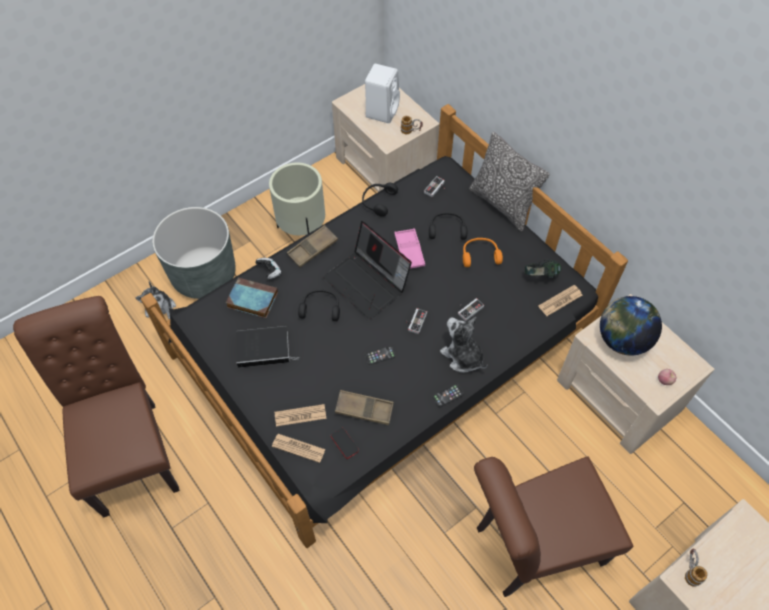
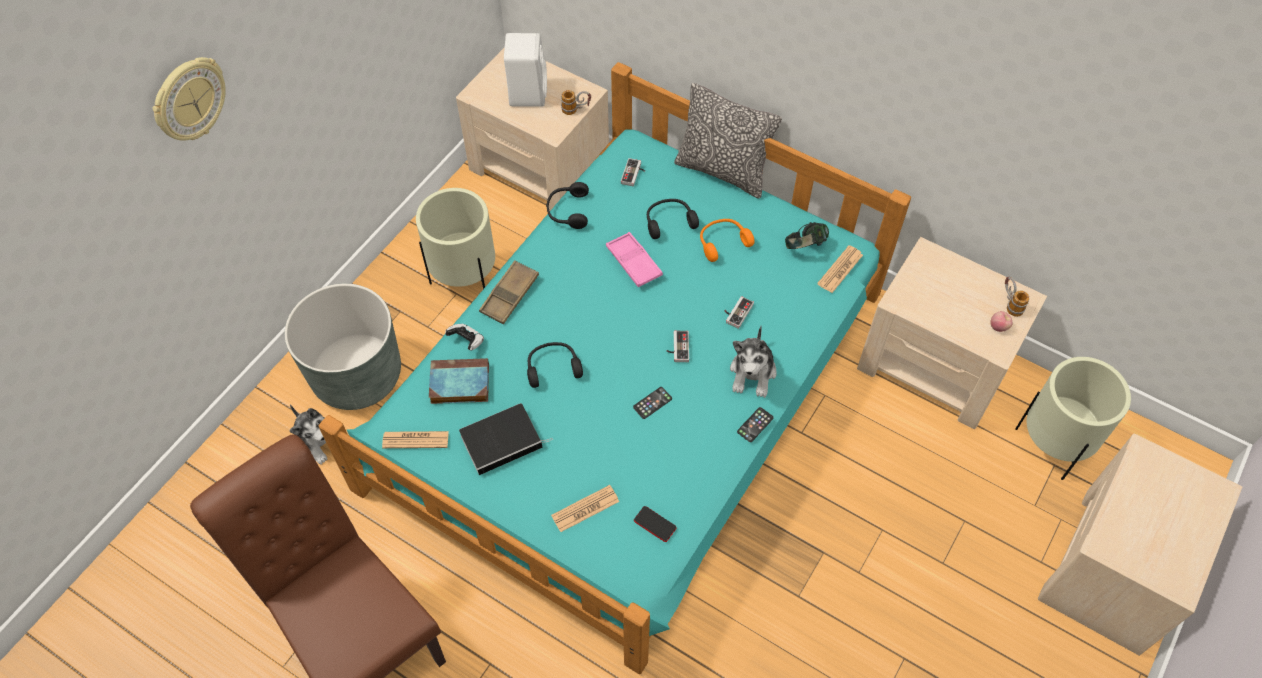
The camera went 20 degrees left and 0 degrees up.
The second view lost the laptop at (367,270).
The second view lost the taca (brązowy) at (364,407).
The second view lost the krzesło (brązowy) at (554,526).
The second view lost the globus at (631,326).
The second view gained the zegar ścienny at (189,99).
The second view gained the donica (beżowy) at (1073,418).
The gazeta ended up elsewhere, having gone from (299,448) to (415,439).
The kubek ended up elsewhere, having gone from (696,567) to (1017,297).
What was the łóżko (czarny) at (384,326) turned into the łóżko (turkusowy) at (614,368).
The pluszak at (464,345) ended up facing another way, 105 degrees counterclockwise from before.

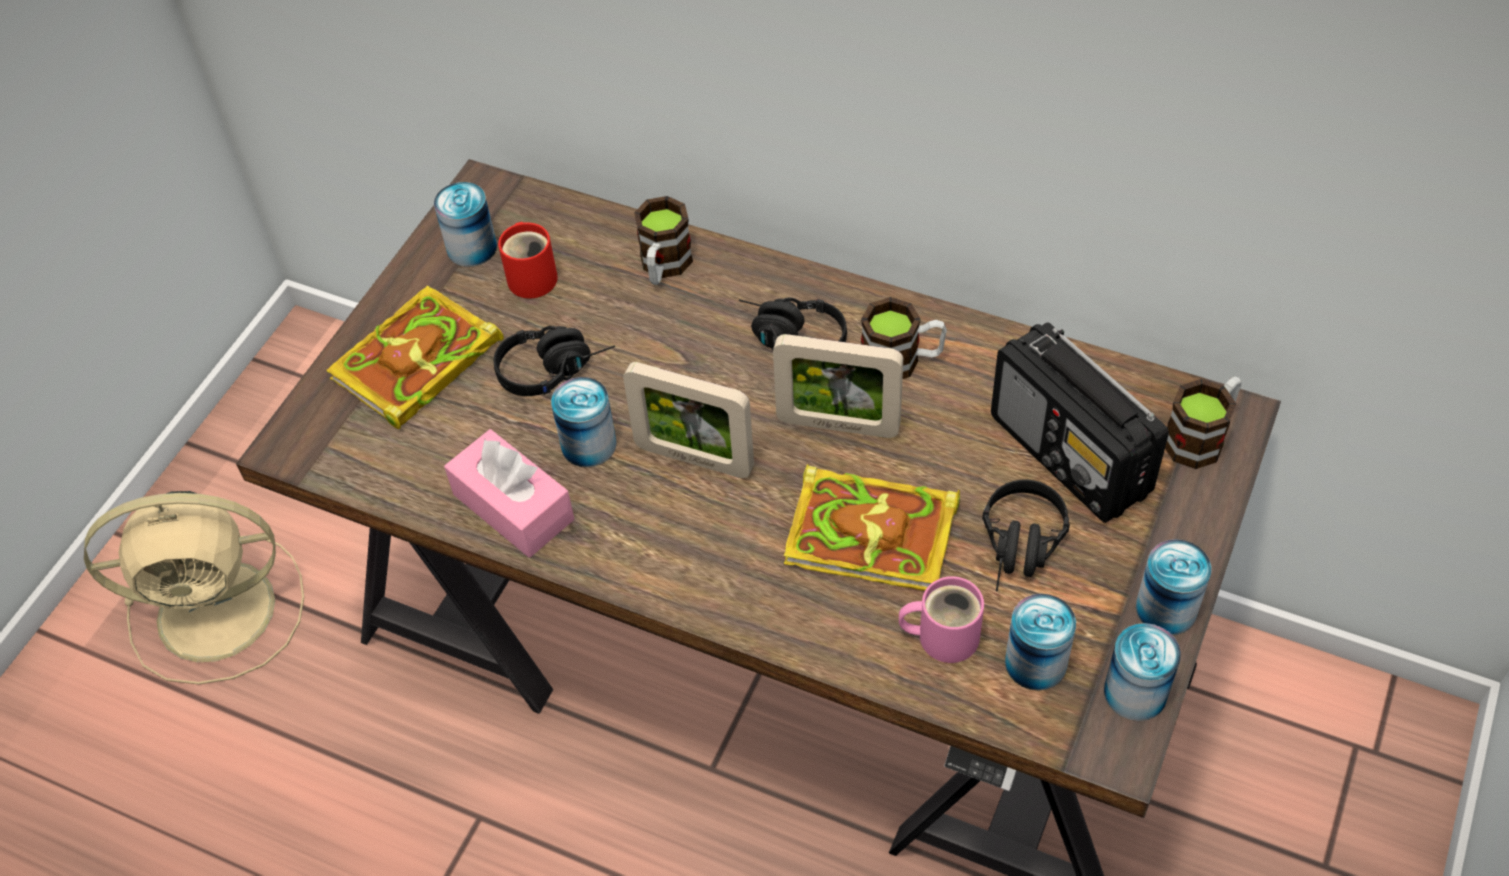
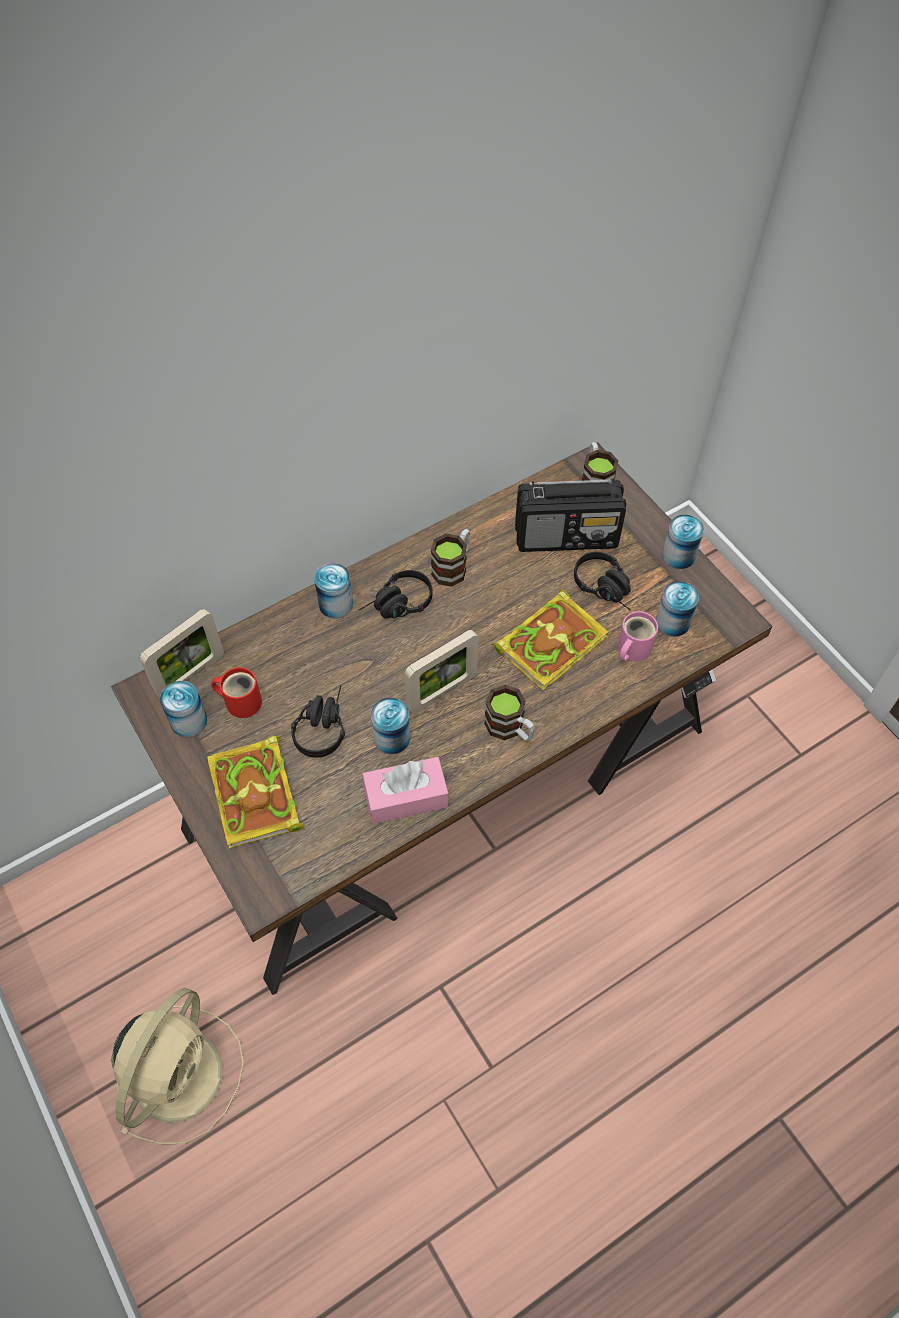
The camera went 60 degrees left and 5 degrees up.
The kubek ended up elsewhere, having gone from (663,240) to (509,713).
The ramka na zdjęcie ended up elsewhere, having gone from (838,386) to (182,653).
The puszka ended up elsewhere, having gone from (1142,672) to (333,590).

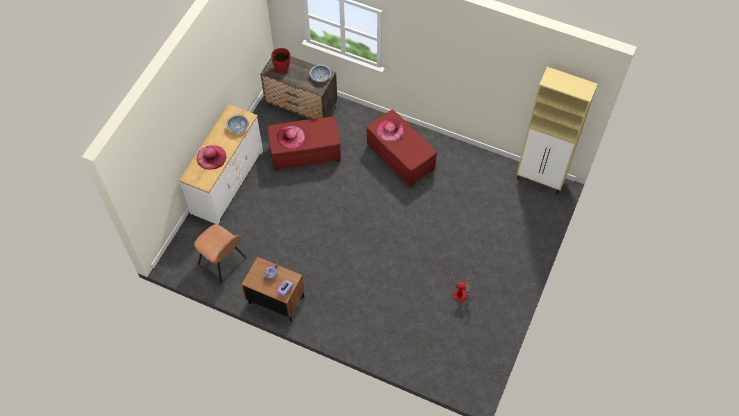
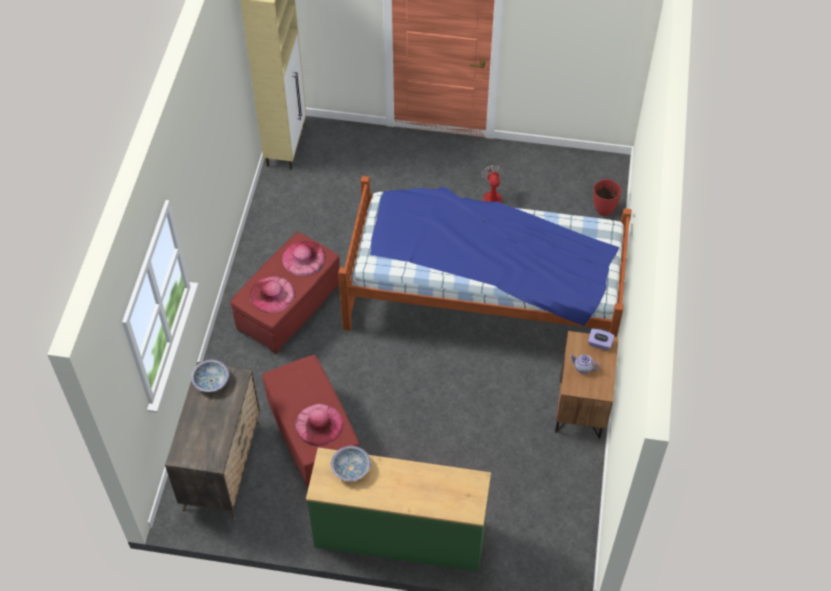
The camera went 105 degrees left and 5 degrees down.
The second view lost the krzesło (brązowy) at (220,253).
The second view gained the łóżko at (484,256).
The kapelusz (różowy) ended up elsewhere, having gone from (212,157) to (304,258).
The wazon (czerwony) ended up elsewhere, having gone from (280,60) to (607,197).
What was the komoda (biały) at (221,164) turned into the komoda (zielony) at (398,510).

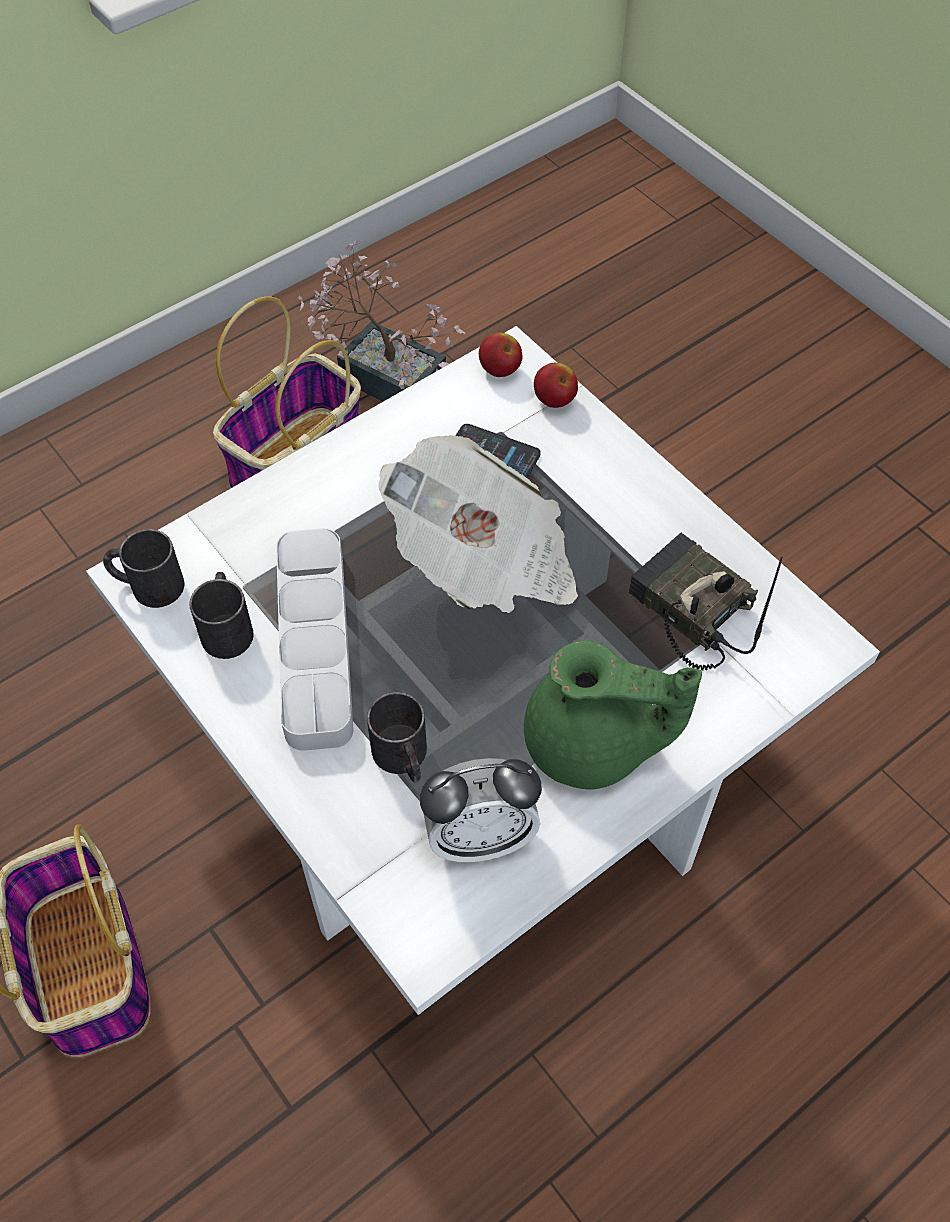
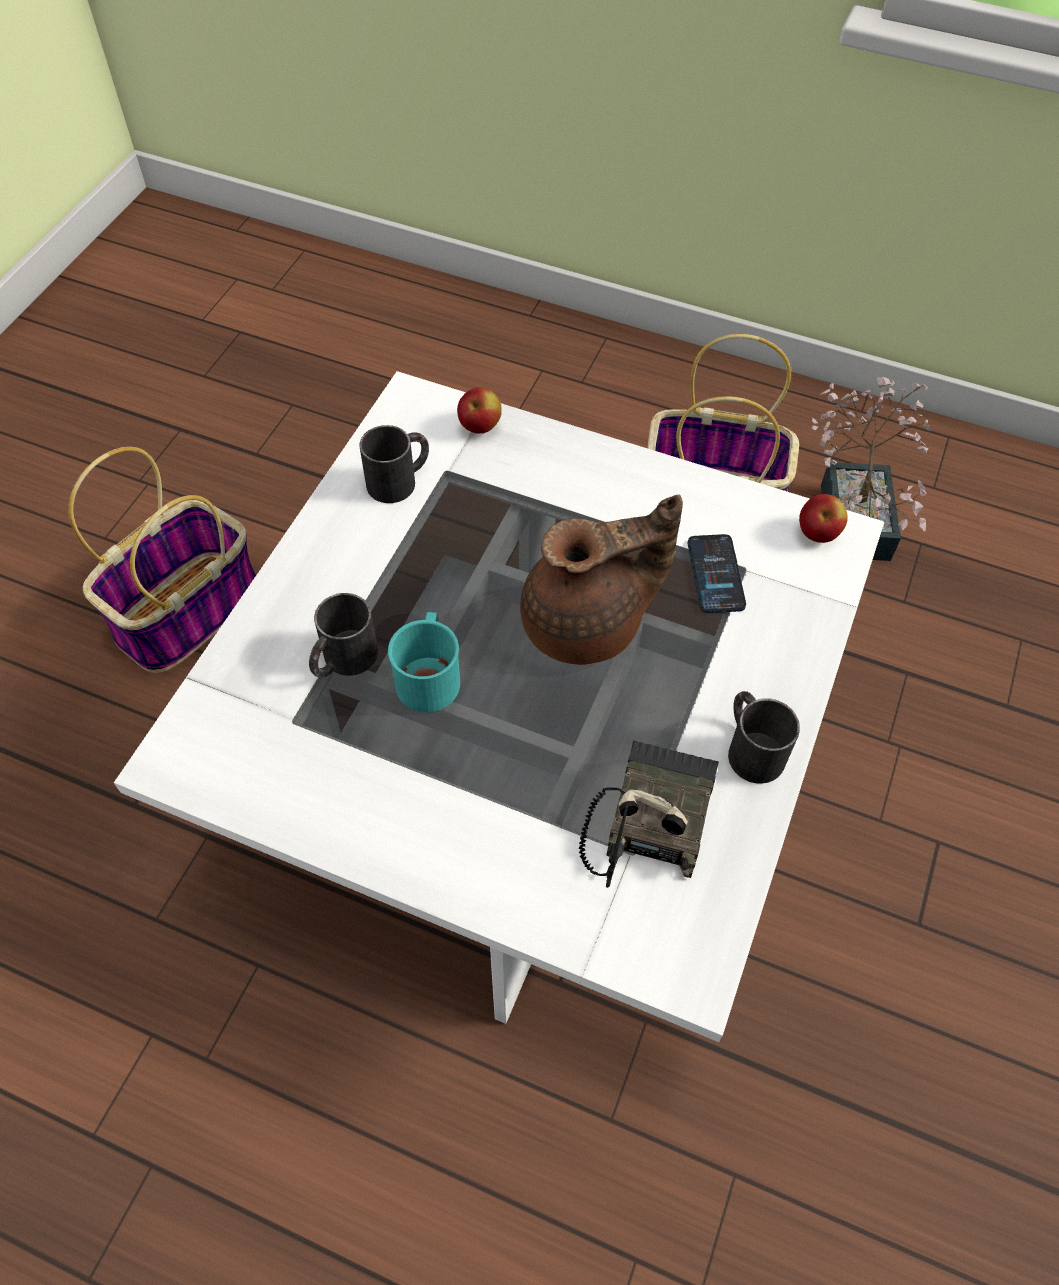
The camera went 60 degrees right and 0 degrees up.
The second view lost the taca (szary) at (314,639).
The second view lost the budzik at (481,810).
The second view lost the imbryk (zielony) at (613,715).
The second view gained the kubek (turkusowy) at (424,662).
The kubek (czarny) ended up elsewhere, having gone from (144,568) to (764,737).
The jabłko ended up elsewhere, having gone from (556,385) to (479,410).
Where the gazeta stood at (478,524), the imbryk (brązowy) came to stand at (601,580).

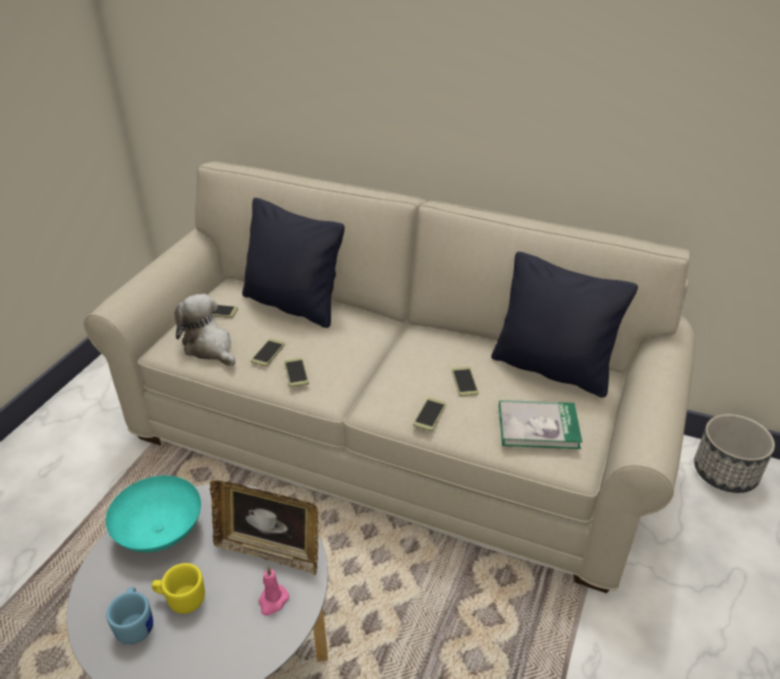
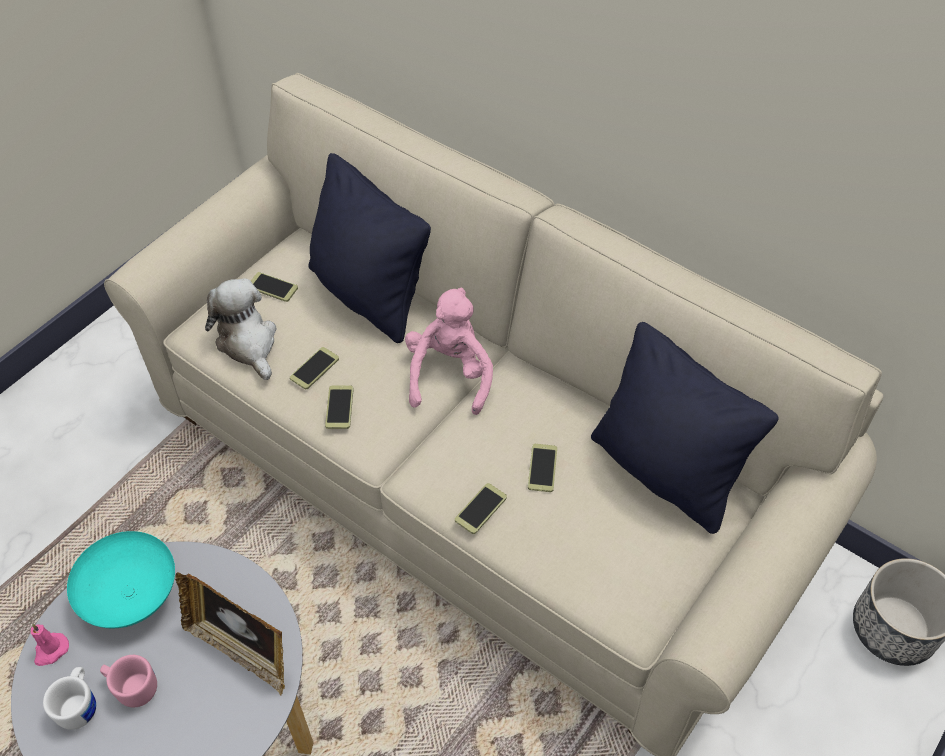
The camera went 15 degrees right and 15 degrees up.
The second view lost the książka at (540,424).
The second view gained the pluszak (różowy) at (449,351).
The świeca (różowy) ended up elsewhere, having gone from (273,591) to (50,645).
What was the kubek (niebieski) at (129,615) turned into the kubek (biały) at (69,698).
What was the kubek (żółty) at (178,588) turned into the kubek (różowy) at (128,681).

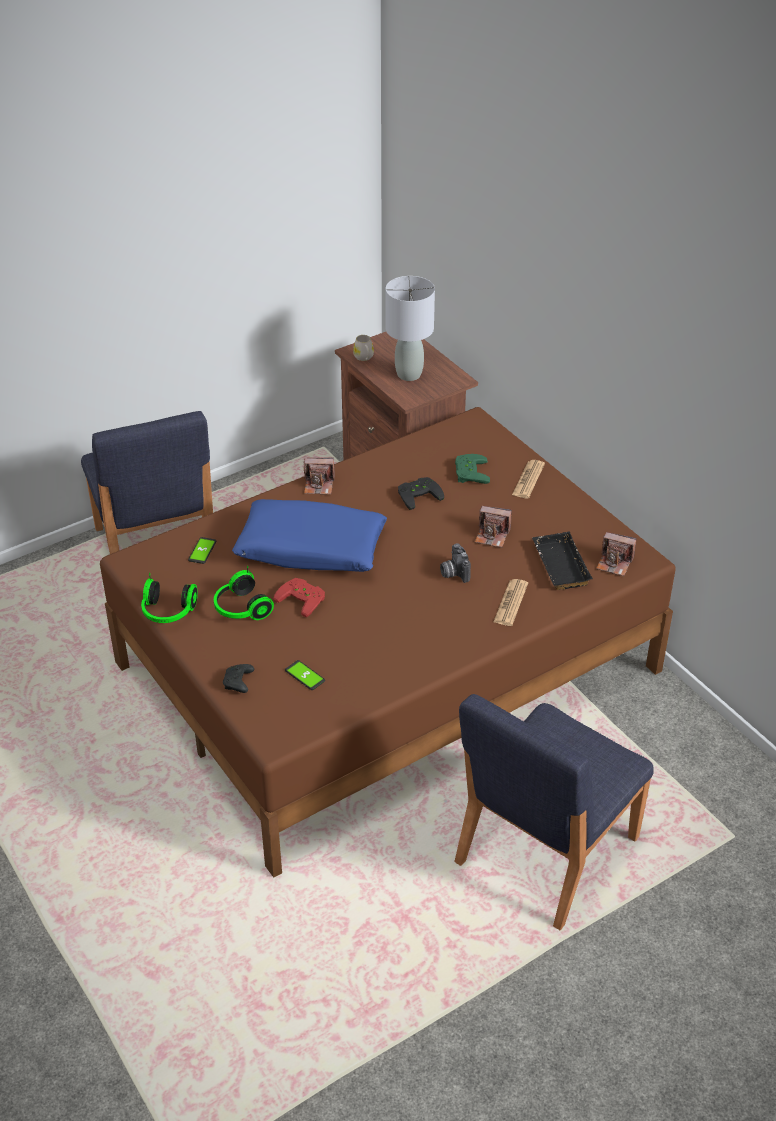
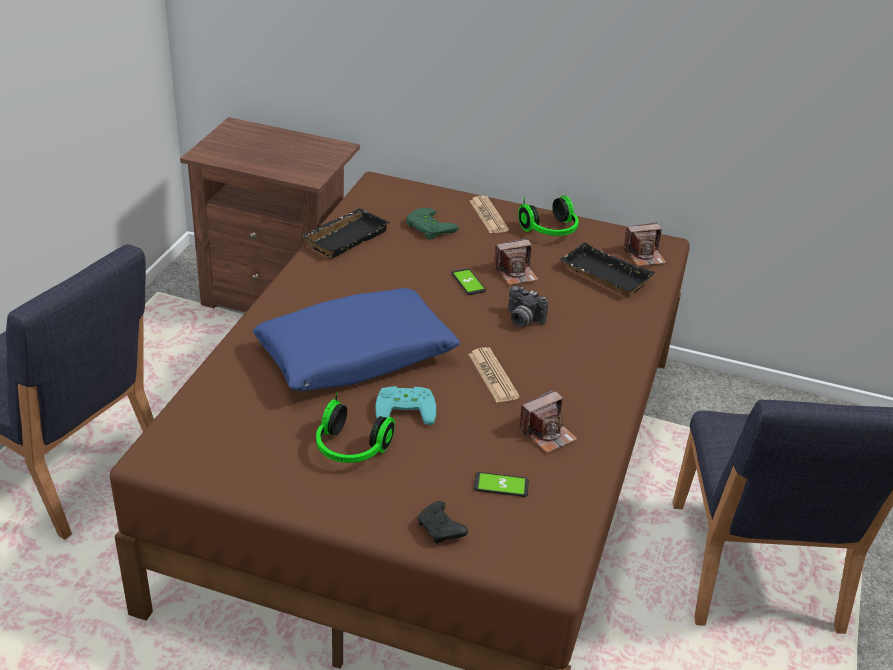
The camera went 40 degrees left and 5 degrees down.
The second view lost the kubek (biały) at (363,348).
The second view lost the lampa stołowa (szary) at (410,328).
The second view lost the pad do gier (czarny) at (421,493).
The second view gained the taca (czarny) at (345,233).
The słuchawki ended up elsewhere, having gone from (169,598) to (548,216).
The telefon ended up elsewhere, having gone from (202,550) to (469,281).
The aparat fotograficzny ended up elsewhere, having gone from (319,476) to (548,421).
The gazeta ended up elsewhere, having gone from (511,602) to (494,374).
What was the pad do gier (czerwony) at (299,597) turned into the pad do gier (turkusowy) at (405,405).

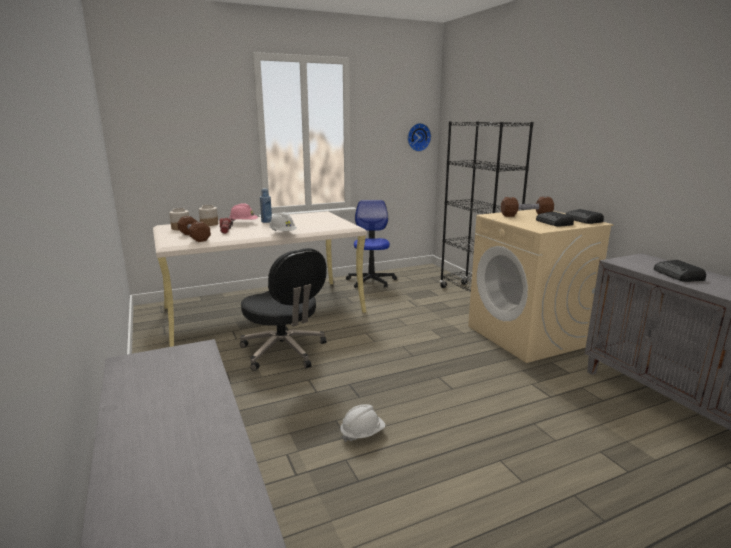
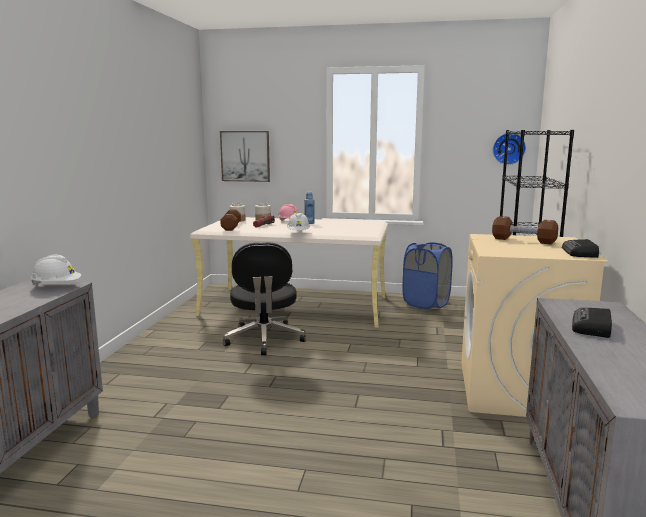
The camera went 35 degrees right and 5 degrees down.
The second view lost the radio at (555,218).
The second view gained the obraz at (245,156).
The kask (biały) ended up elsewhere, having gone from (363,423) to (56,270).
Where the krzesło biurowe stood at (371,244), the kosz na pranie (niebieski) came to stand at (427,275).

